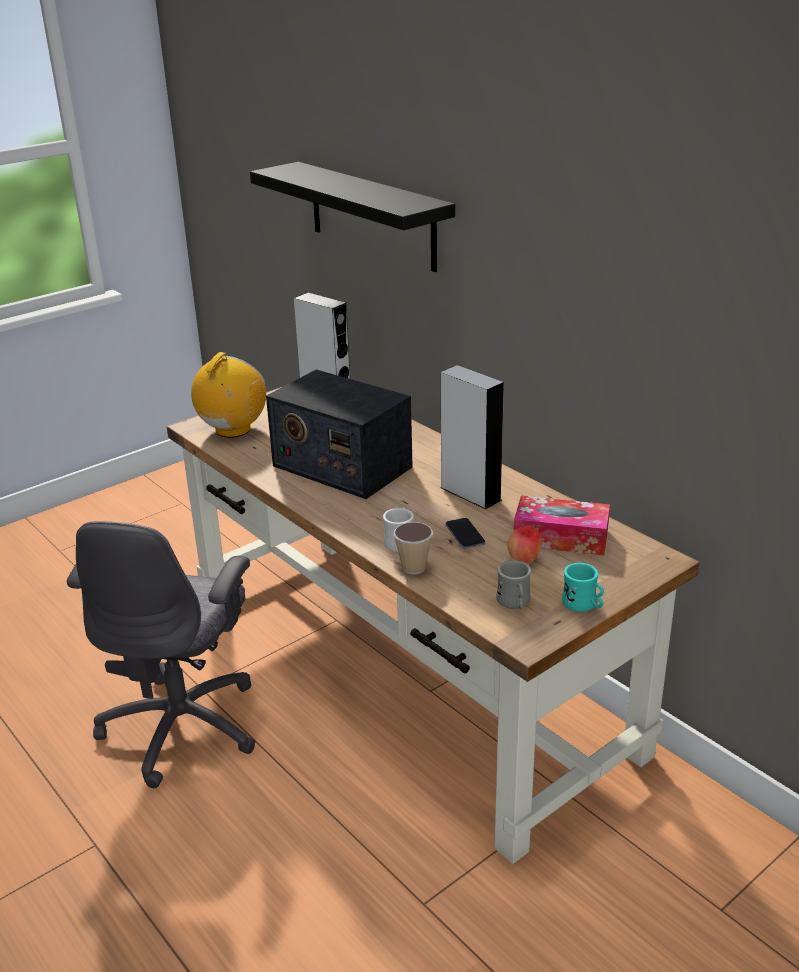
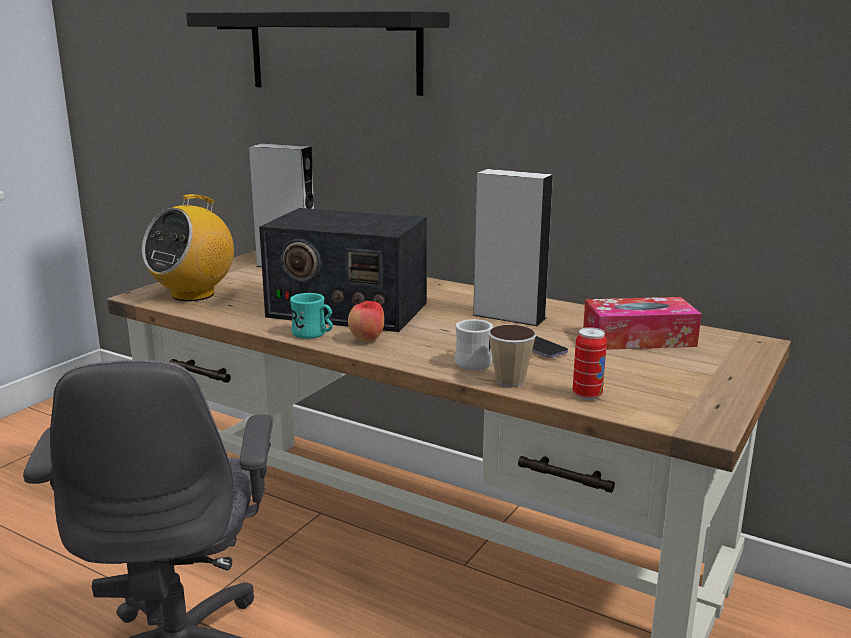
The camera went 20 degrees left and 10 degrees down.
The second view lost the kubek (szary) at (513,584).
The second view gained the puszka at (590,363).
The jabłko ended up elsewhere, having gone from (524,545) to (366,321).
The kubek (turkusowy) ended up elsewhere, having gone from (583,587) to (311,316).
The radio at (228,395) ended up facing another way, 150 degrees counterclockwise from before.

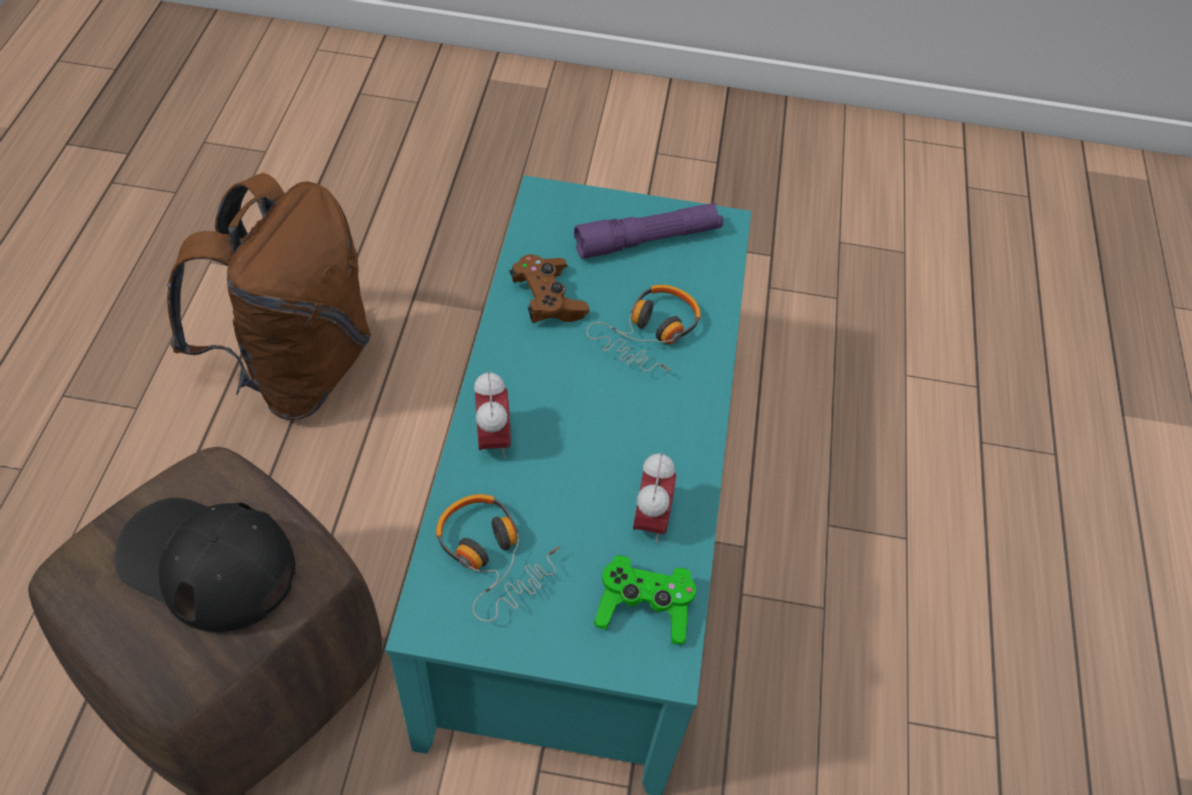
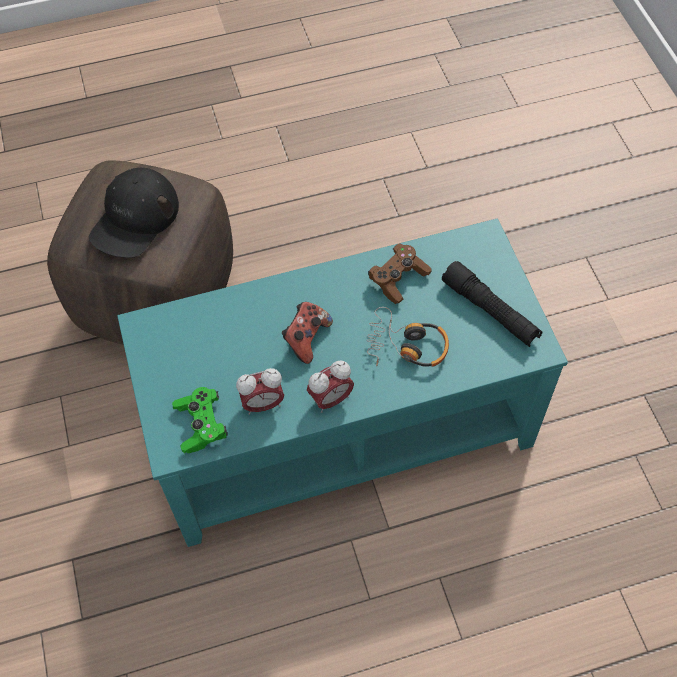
The camera went 70 degrees right and 5 degrees up.
The second view lost the plecak (brązowy) at (269,296).
The second view lost the słuchawki at (498,558).
The second view gained the pad do gier at (307,333).
The budzik ended up elsewhere, having gone from (492,415) to (330,387).
What was the latarka (fioletowy) at (648,231) turned into the latarka (czarny) at (492,304).
The czapka z daszkiem (czarny) at (204,565) ended up facing another way, 150 degrees counterclockwise from before.

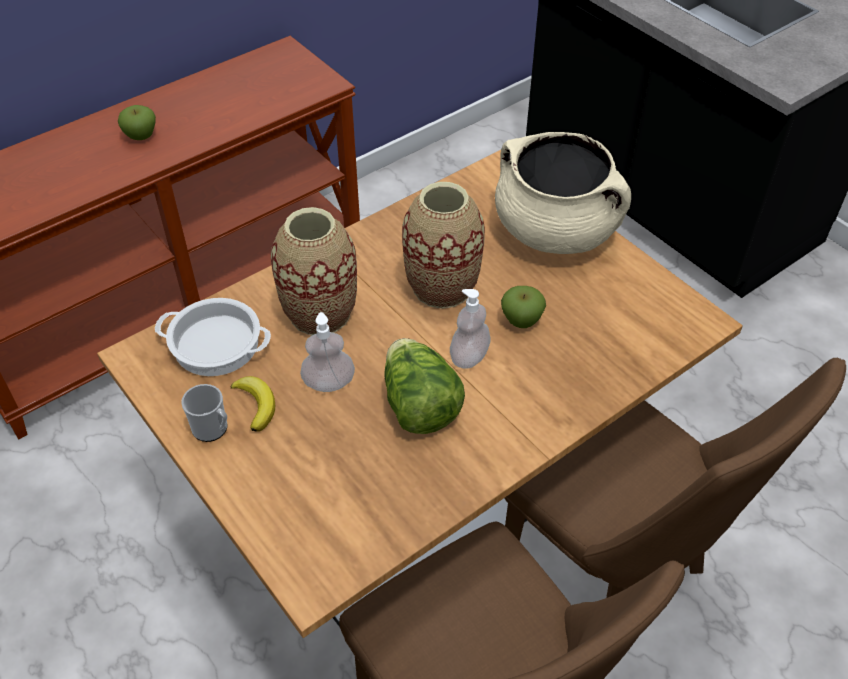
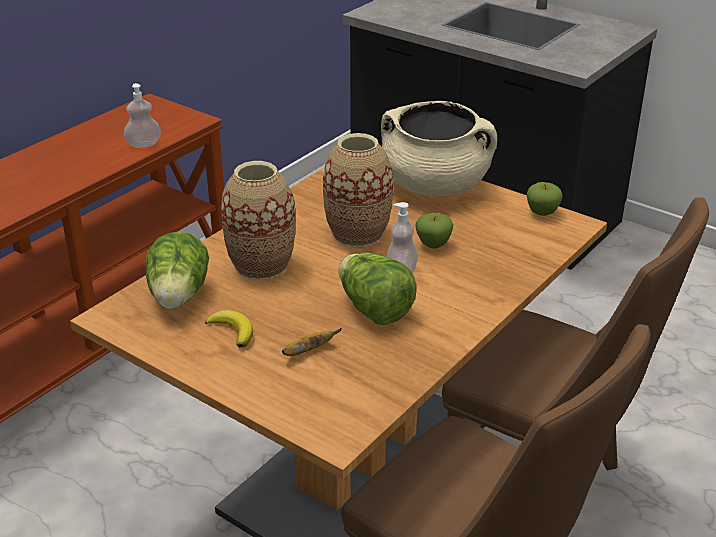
The camera went 15 degrees left and 15 degrees down.
The second view lost the kubek at (204,413).
The second view gained the banan at (312,342).
The jabłko ended up elsewhere, having gone from (137,122) to (545,199).
The dozownik mydła ended up elsewhere, having gone from (327,352) to (142,115).
Where the garnek stood at (213,337), the sałata came to stand at (177,270).

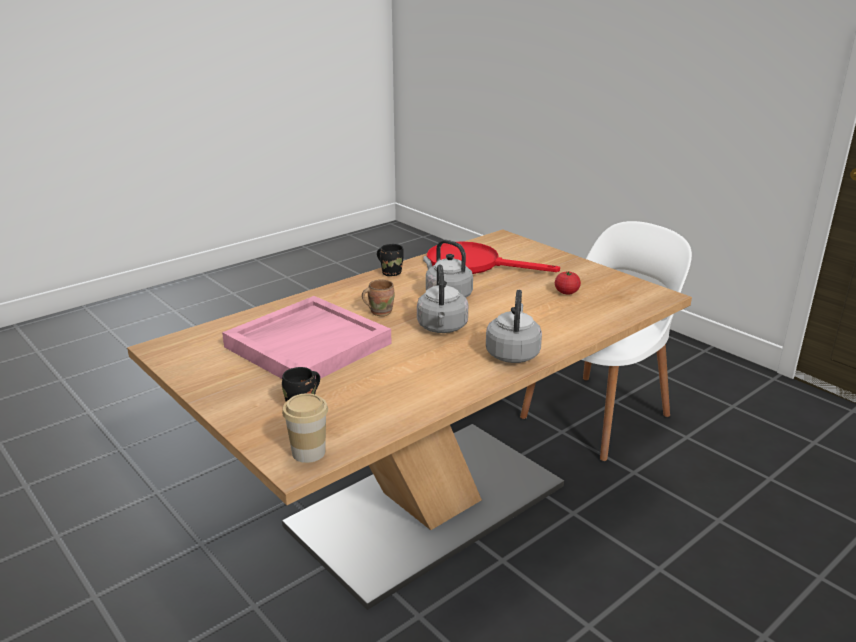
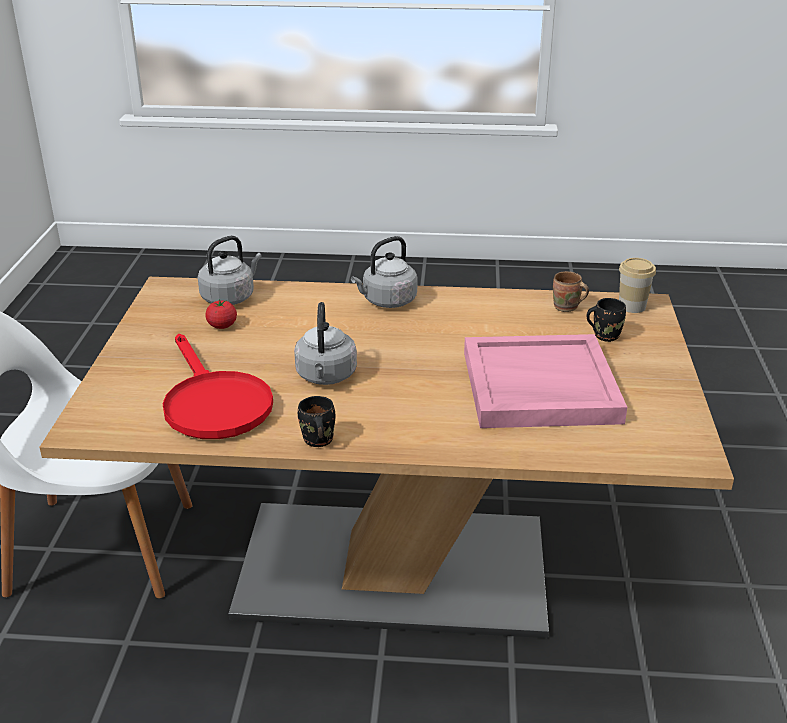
The camera went 135 degrees left and 5 degrees up.
The kubek (brązowy) ended up elsewhere, having gone from (378,297) to (571,291).
The czajnik (szary) ended up elsewhere, having gone from (442,299) to (230,270).

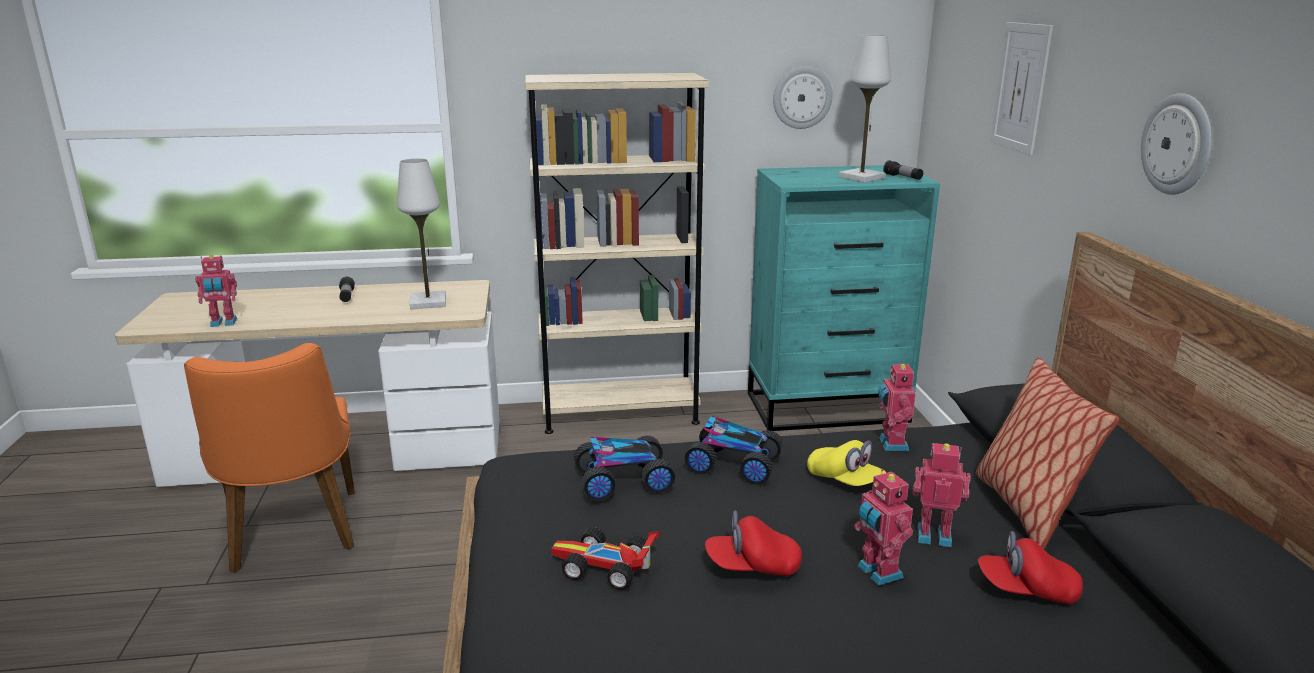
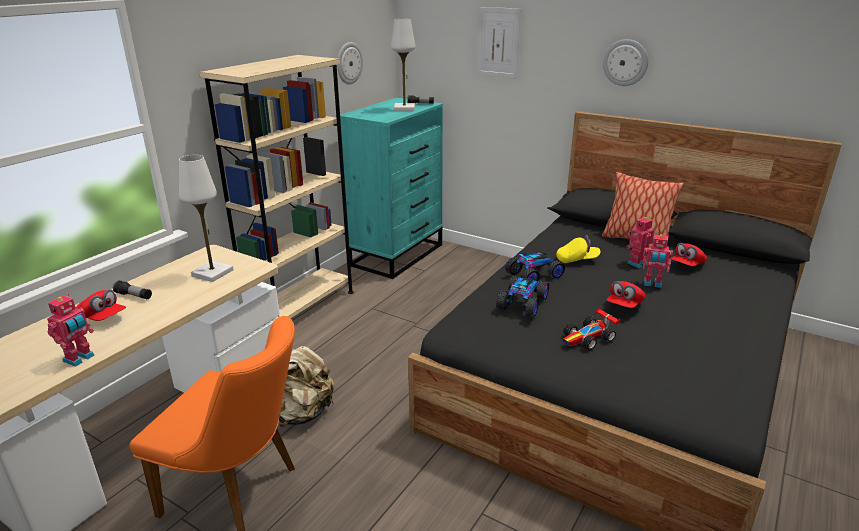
The camera went 50 degrees left and 5 degrees up.
The second view lost the robot zabawkowy at (897,406).
The second view gained the czapka z daszkiem (czerwony) at (101,305).
The second view gained the plecak (beżowy) at (306,386).

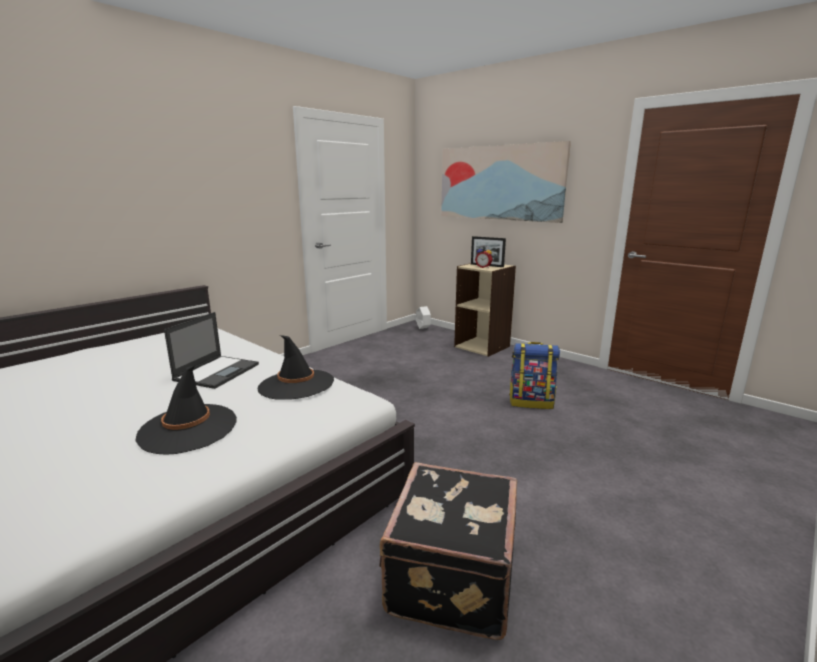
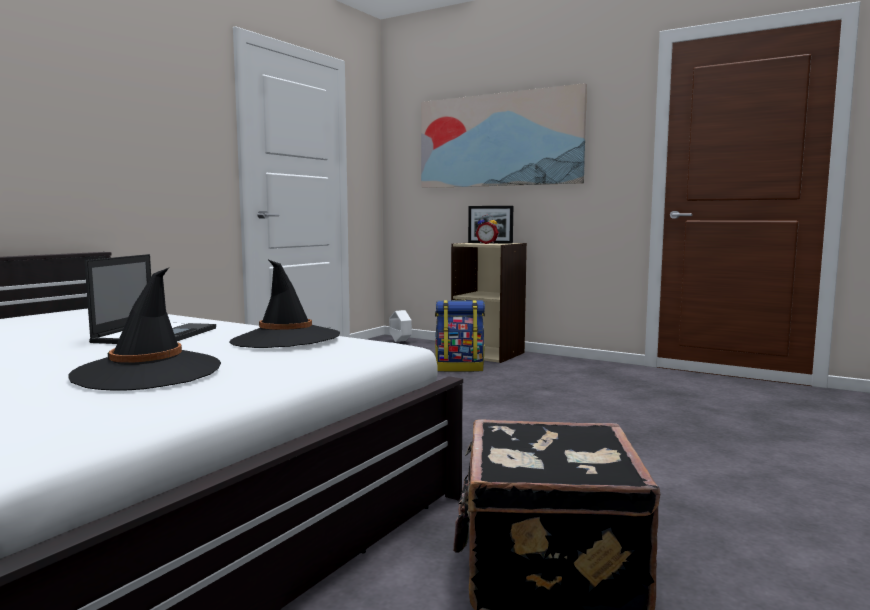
The camera went 10 degrees left and 10 degrees down.
The plecak ended up elsewhere, having gone from (534,375) to (460,335).

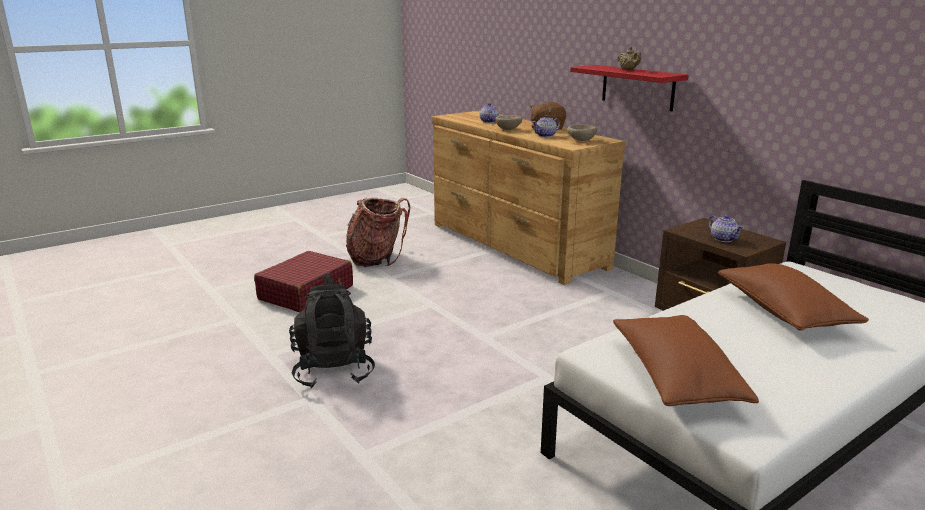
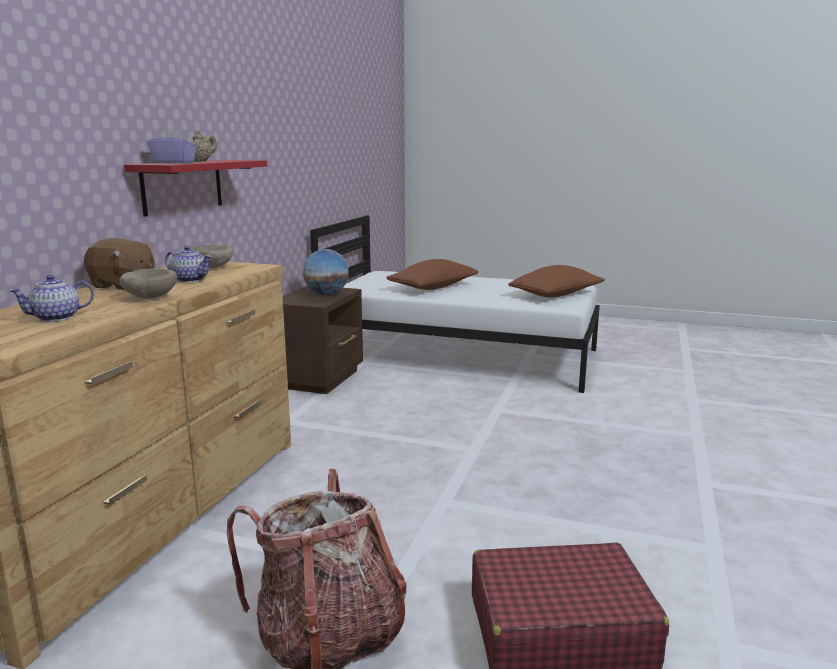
The camera went 125 degrees left and 5 degrees down.
The second view lost the plecak (czarny) at (332,336).
The second view gained the pudełko chusteczek (fioletowy) at (172,146).
Where the imbryk stood at (726,228), the globus came to stand at (326,272).

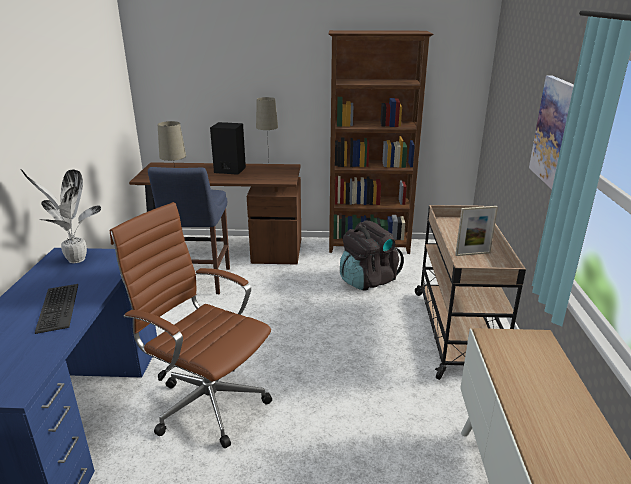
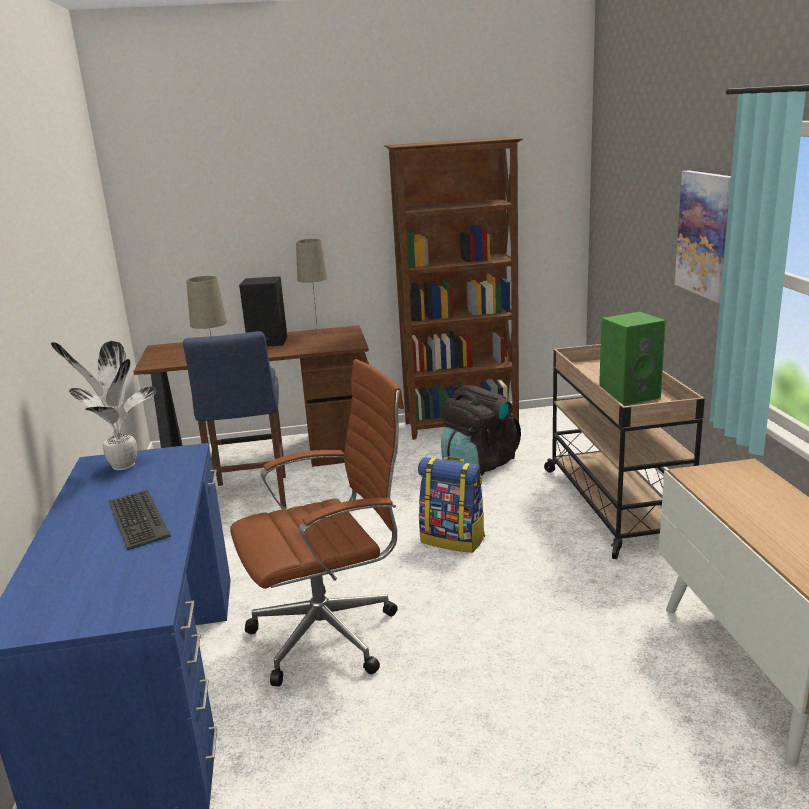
The camera went 10 degrees left and 5 degrees down.
The second view gained the plecak at (451,505).
Where the ramka na zdjęcie stood at (476,231), the głośnik (zielony) came to stand at (632,359).
The krzesło biurowe (brązowy) at (191,325) ended up facing another way, 135 degrees clockwise from before.

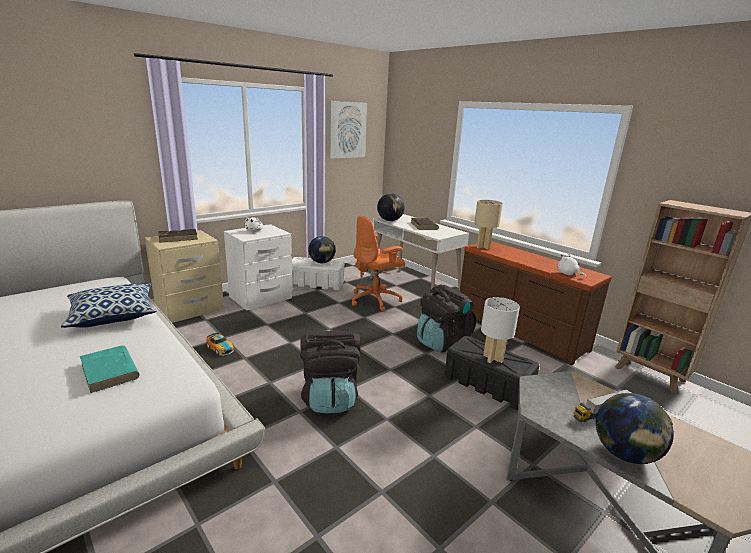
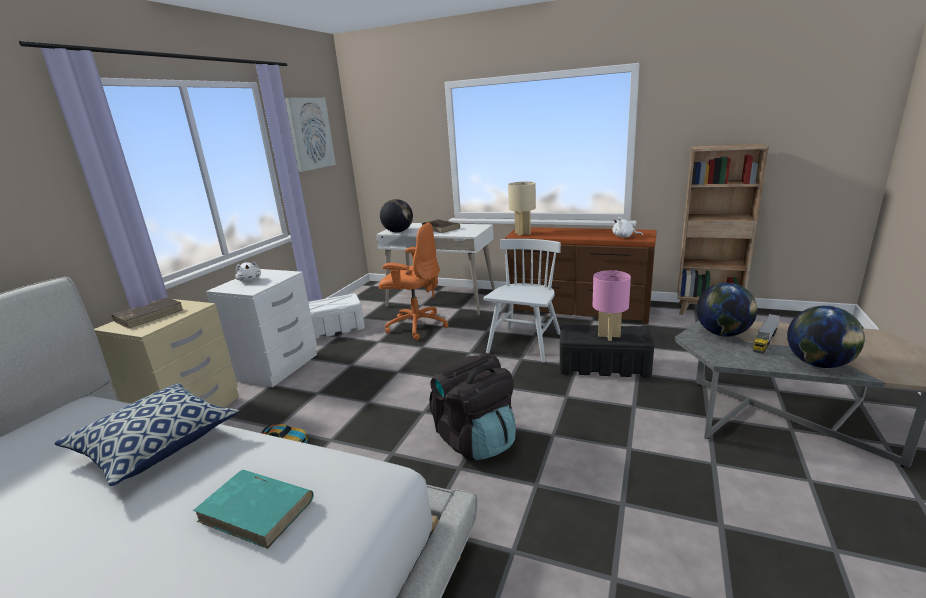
The camera went 25 degrees left and 0 degrees up.
The globus ended up elsewhere, having gone from (321,249) to (726,310).
Where the plecak (czarny) stood at (446,318), the krzesło (biały) came to stand at (522,300).
What was the lampa stołowa (biały) at (500,330) turned into the lampa stołowa (różowy) at (612,305).
The krzesło biurowe (pomarańczowy) at (378,264) ended up facing another way, 105 degrees counterclockwise from before.

